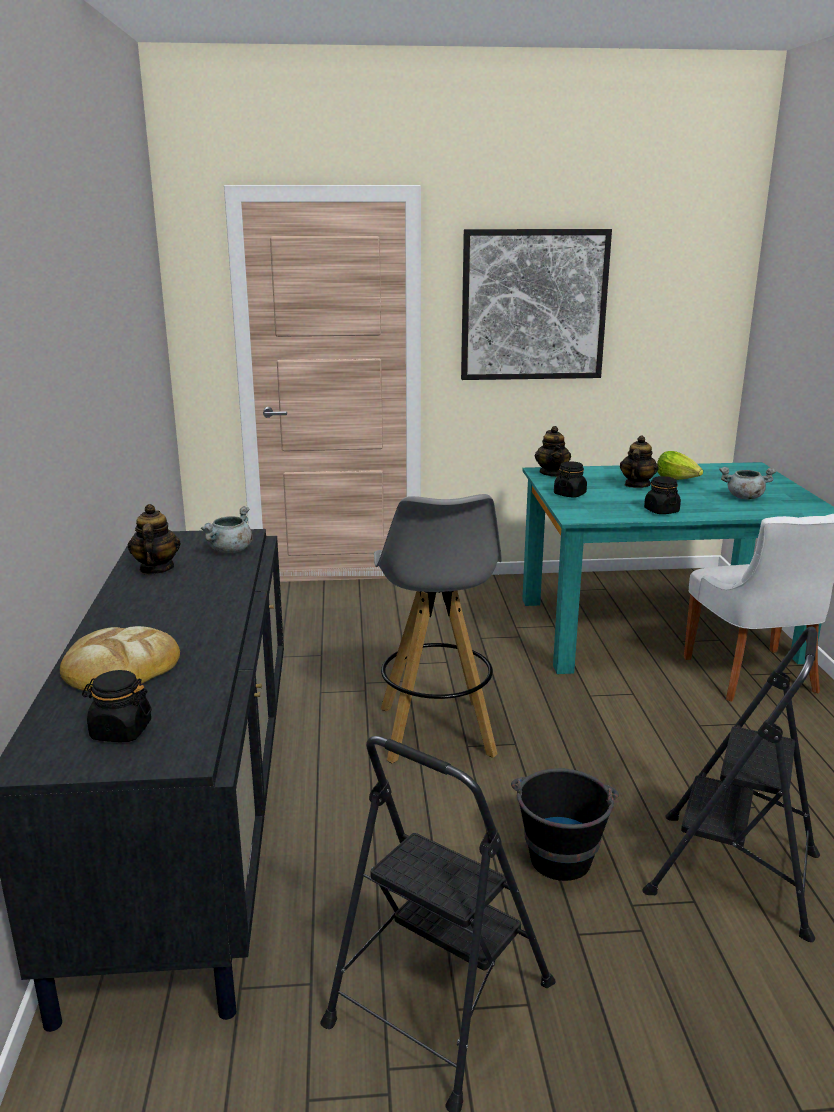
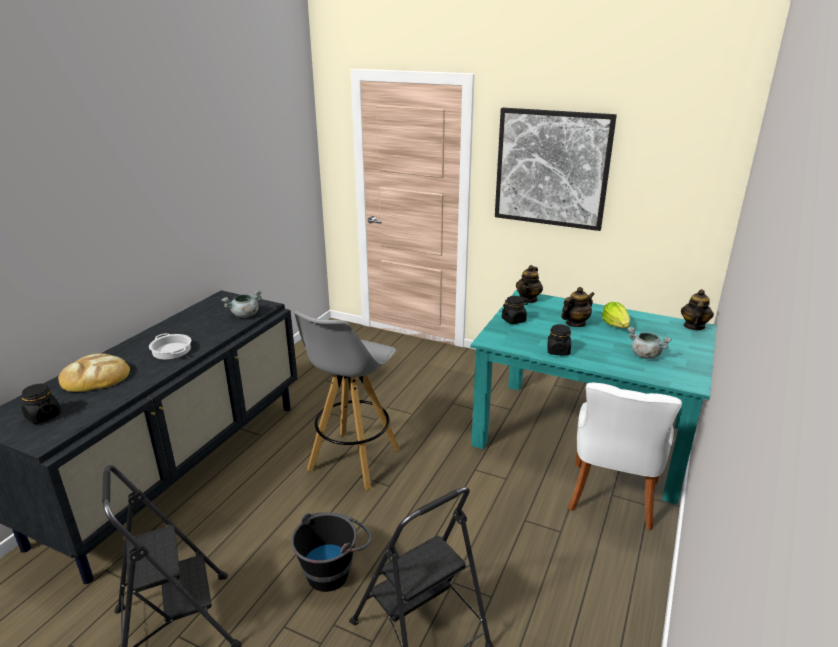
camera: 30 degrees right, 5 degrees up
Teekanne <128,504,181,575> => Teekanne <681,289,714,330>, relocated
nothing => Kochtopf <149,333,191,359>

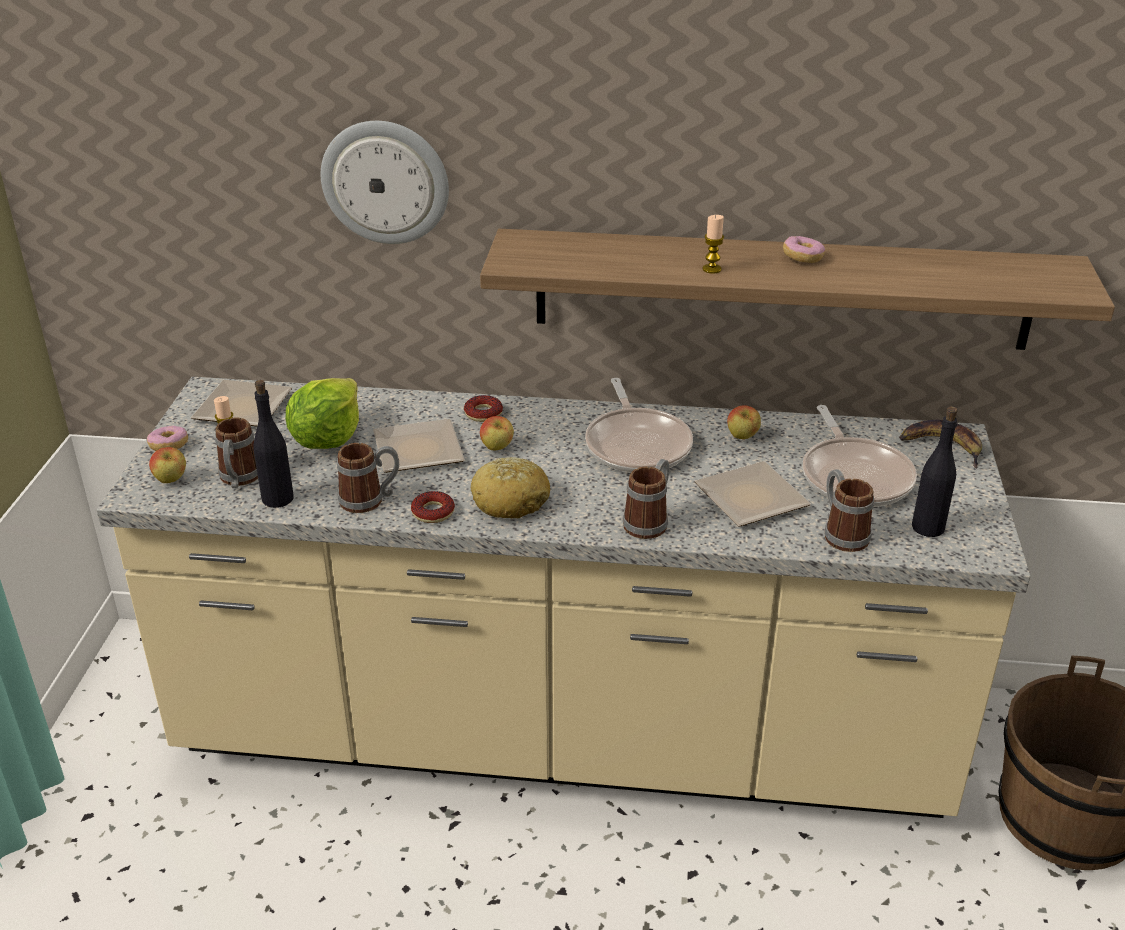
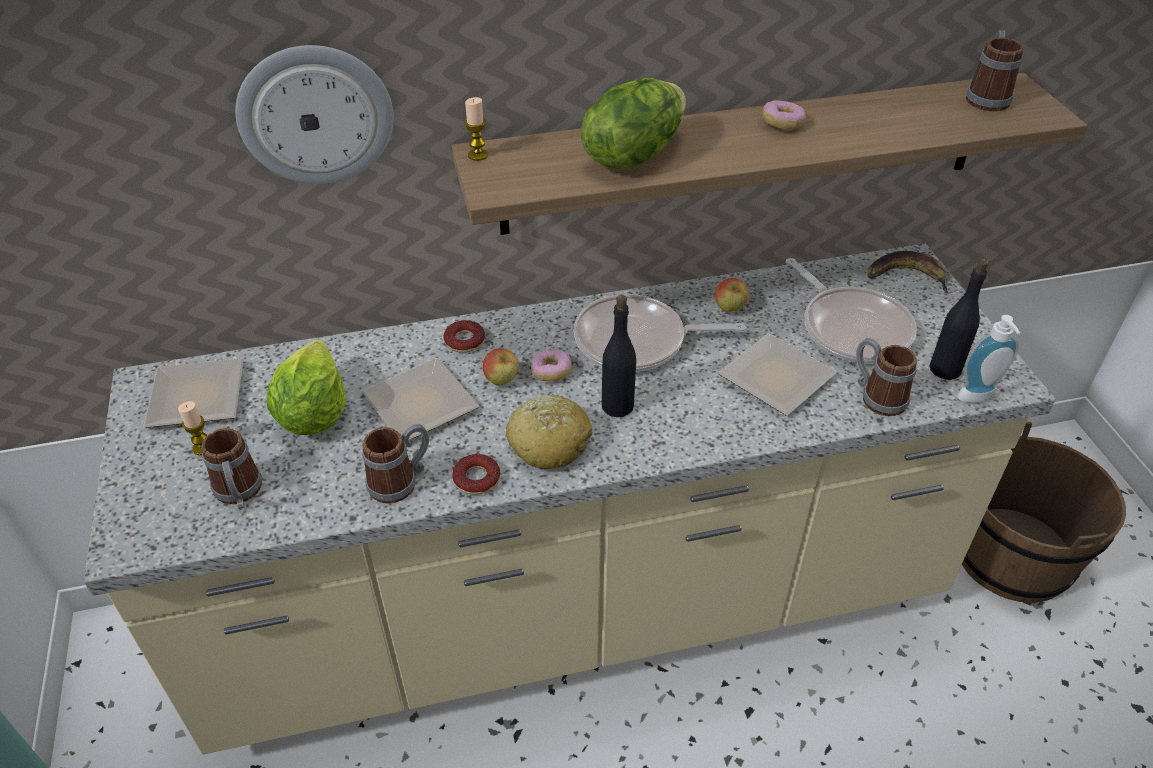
camera: 20 degrees left, 10 degrees up
Donut <147,426,188,451> => Donut <531,350,572,382>, relocated
Apfel <149,447,186,483> => nothing
Flasche [schwarz] <253,380,294,508> => Flasche [schwarz] <602,295,636,417>, relocated
Pfanne <585,378,693,473> => Pfanne <574,294,746,372>, 120 degrees clockwise
Henkelbecher <623,459,669,539> => Henkelbecher <966,30,1024,112>, relocated
Kerze <703,215,724,274> => Kerze <465,97,488,161>, relocated
nothing => Salatkopf <581,78,686,169>
nothing => Seifenspender <957,315,1020,403>

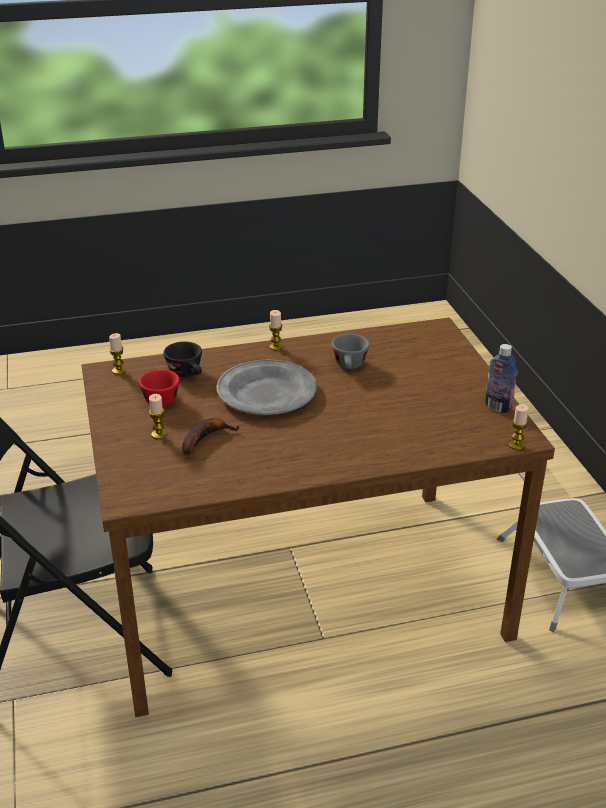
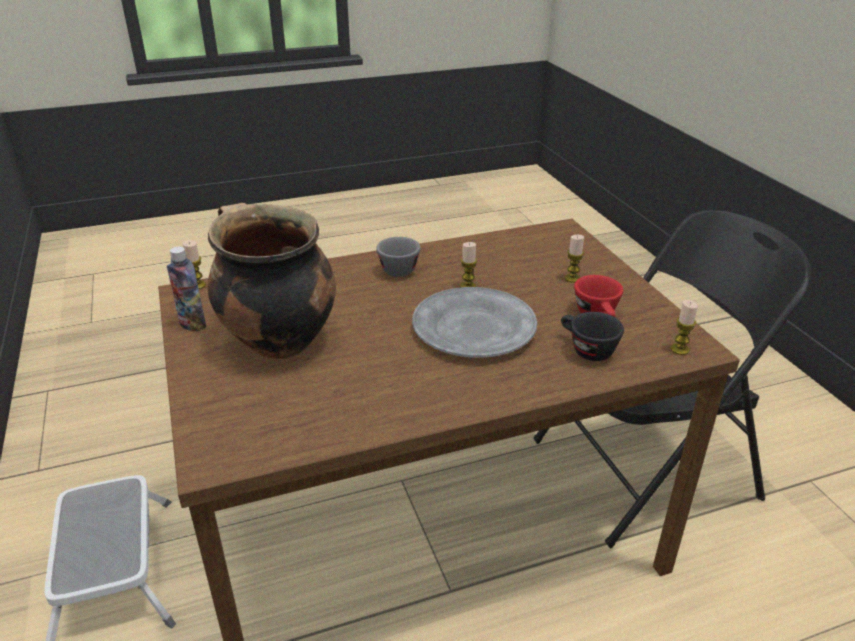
camera: 175 degrees right, 0 degrees up
Banane <182,418,240,455> => nothing
Kerze <269,310,283,350> => Kerze <460,242,477,287>, relocated
Tasse [grau] <332,334,370,369> => Tasse [grau] <376,237,420,277>, relocated
nothing => Kochtopf <207,203,336,359>

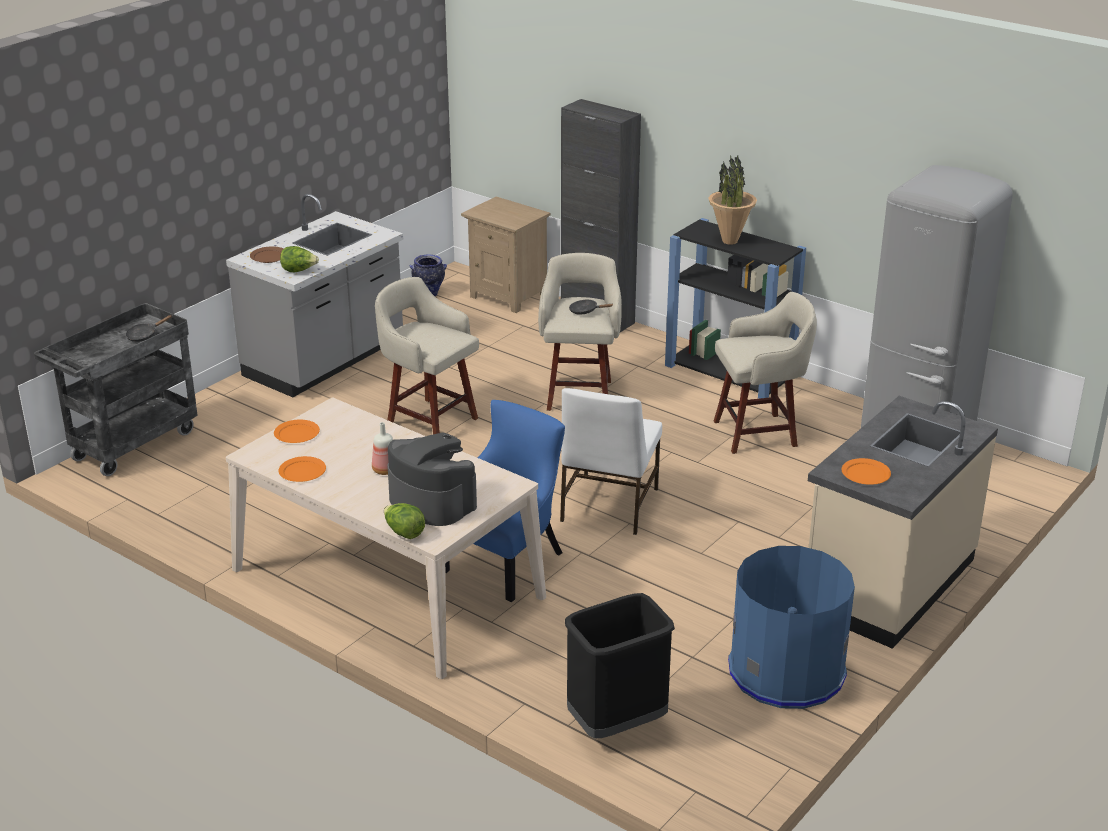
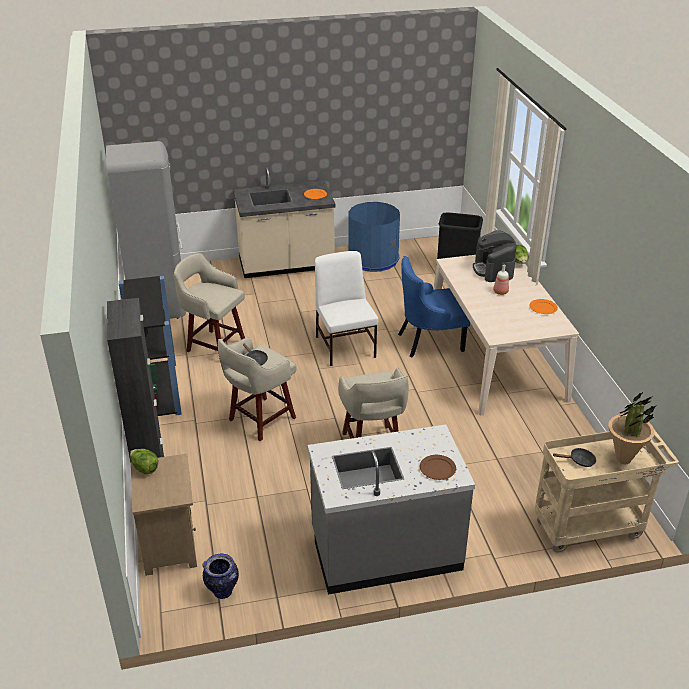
camera: 140 degrees left, 5 degrees up
Rollwagen [schwarz] <34,303,197,476> => Rollwagen [beige] <534,430,679,552>
Teller [orange] <274,420,320,443> => nothing
Salatkopf <280,246,319,272> => Salatkopf <130,449,158,475>, relocated
Stuhl [weiß] <560,388,662,535> => Stuhl [weiß] <315,251,378,366>, 75 degrees counterclockwise
Topfpflanze <708,155,757,245> => Topfpflanze <608,391,657,464>, relocated

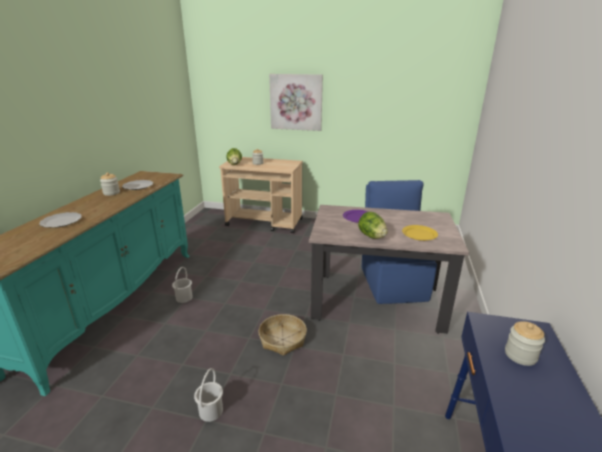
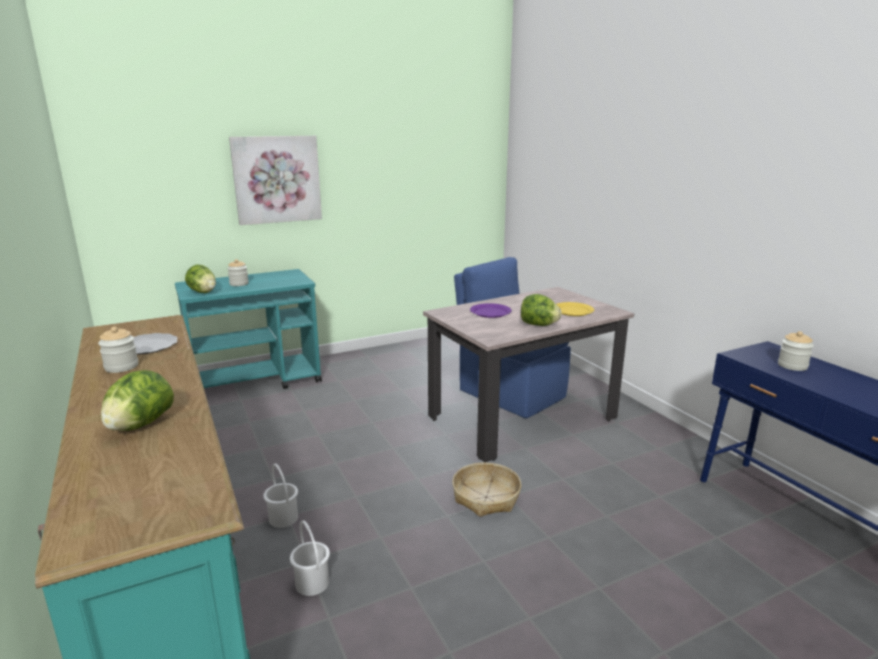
camera: 40 degrees left, 5 degrees down
Teller <39,212,82,228> => Salatkopf <101,370,174,431>
Eimer [weiß] <194,368,223,422> => Eimer [weiß] <290,520,330,596>, relocated
Rollwagen [beige] <219,157,303,233> => Rollwagen [türkis] <175,269,322,389>

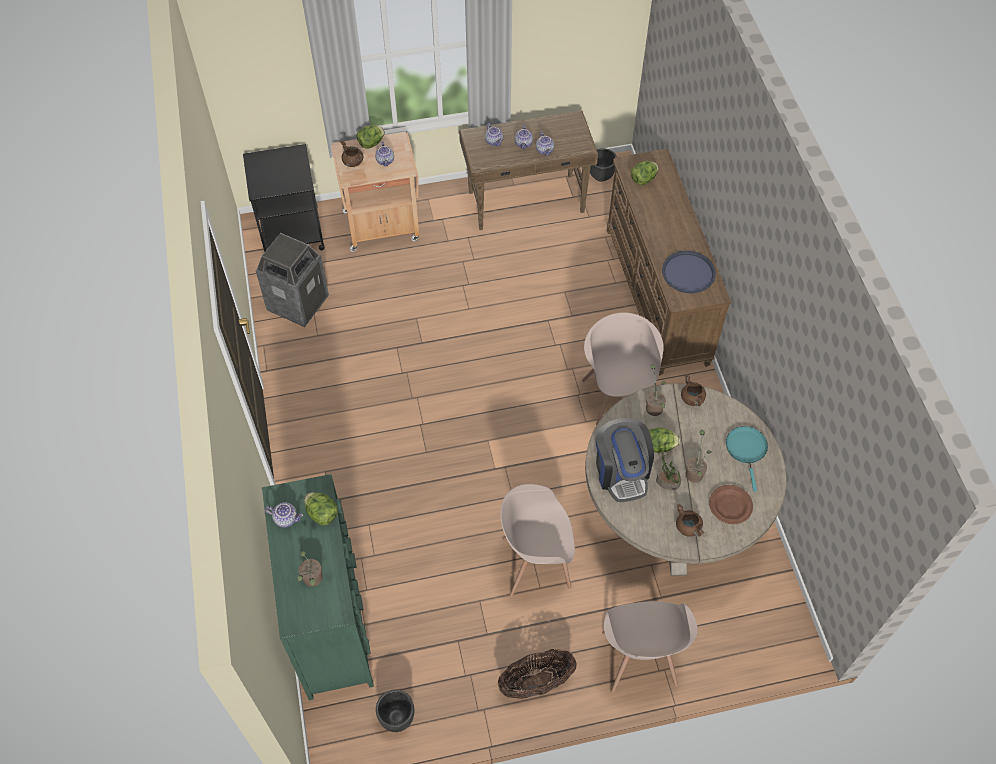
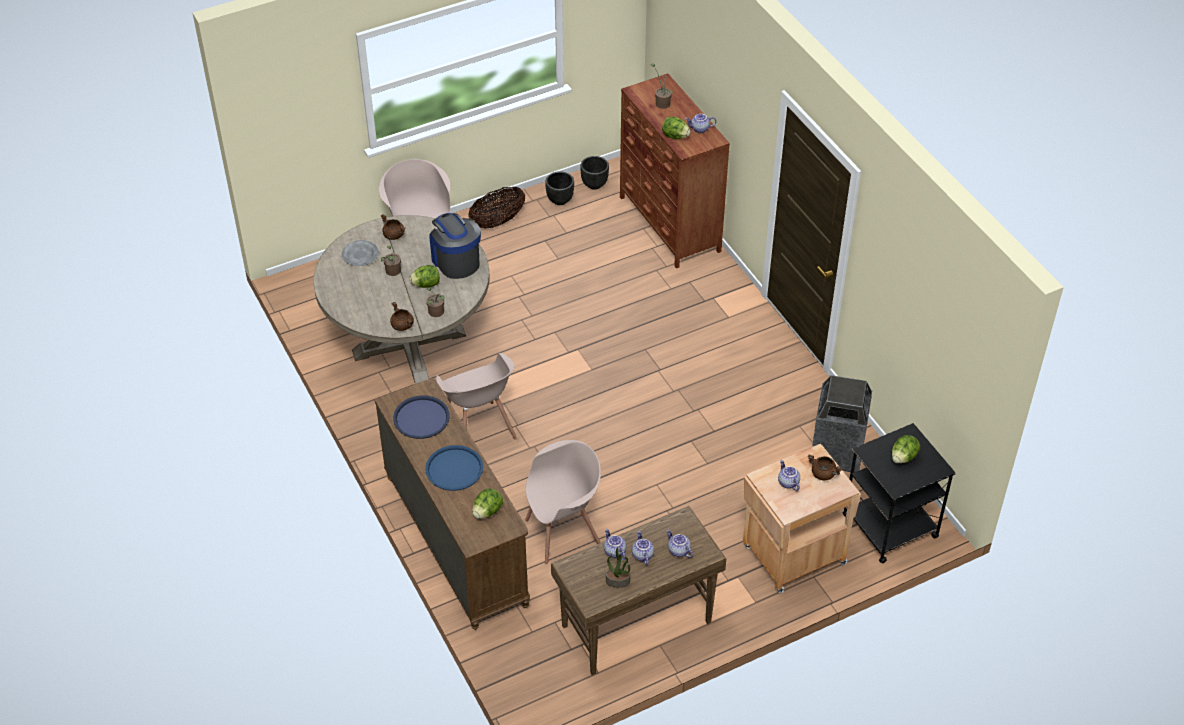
camera: 165 degrees right, 10 degrees down
Kommode [grün] <262,474,374,701> => Kommode [braun] <620,73,730,268>
Salatkopf <357,125,385,148> => Salatkopf <892,435,920,464>, relocated
Stuhl [beige] <500,484,575,596> => Stuhl [beige] <525,440,601,564>, relocated
Pflanzkübel [schwarz] <590,148,617,181> => Pflanzkübel [schwarz] <545,171,574,205>, relocated
Topfpflanze <656,455,682,490> => Topfpflanze <606,547,630,588>, relocated
Teller [braun] <709,485,753,524> => Teller [grau] <342,240,379,266>
Pfanne [türkis] <726,426,768,492> => nothing
nothing => Tablett [blau] <425,445,483,491>

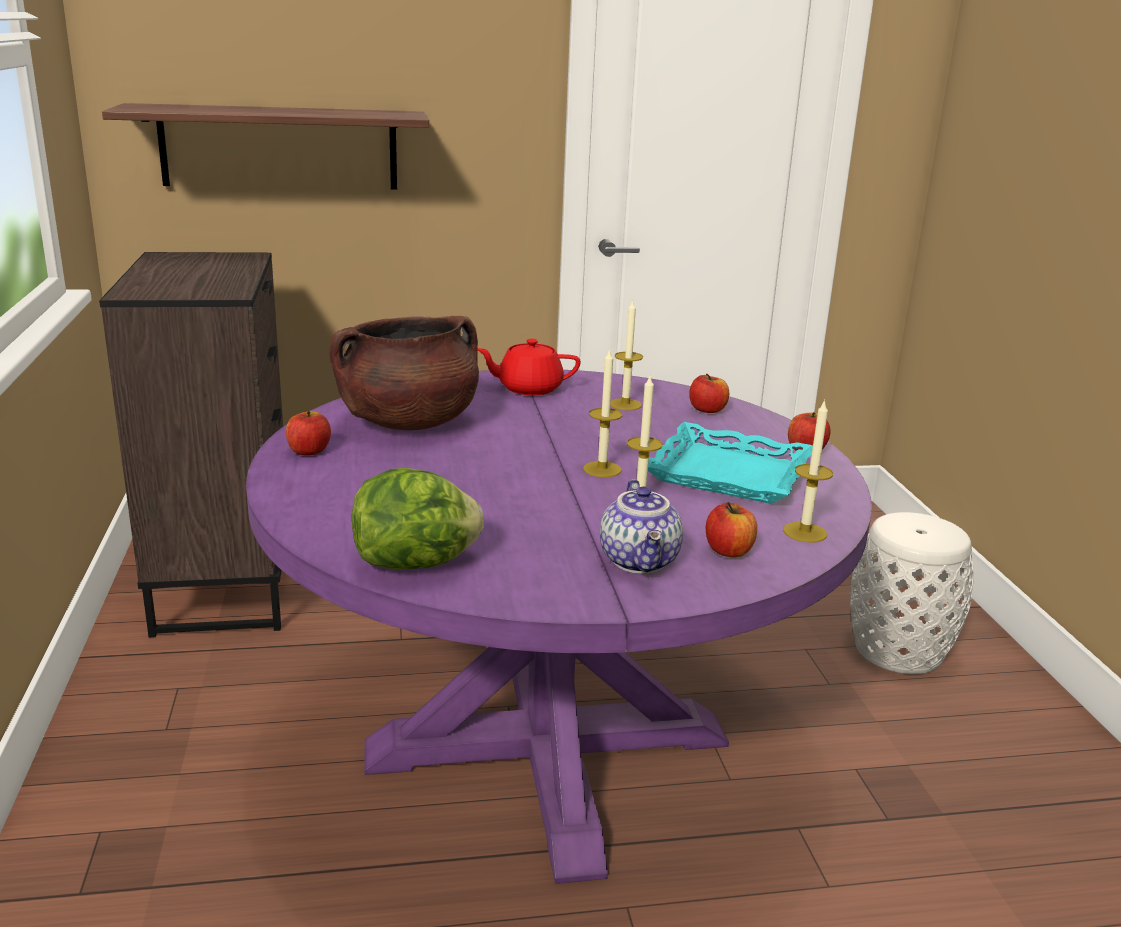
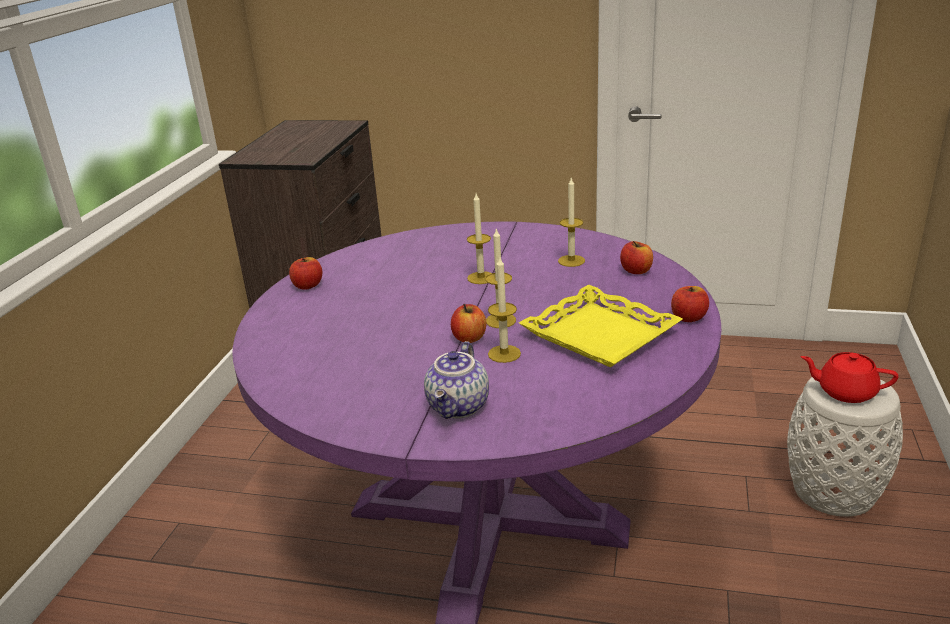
camera: 25 degrees right, 5 degrees up
Wandregal <102,103,429,190> => nothing
Kochtopf [braun] <329,316,479,430> => nothing
Salatkopf <352,468,484,570> => nothing
Teekanne [rot] <478,339,581,395> => Teekanne [rot] <800,352,898,403>, relocated
Tablett [türkis] <648,422,813,504> => Tablett [gelb] <519,284,682,367>
Apfel <706,502,757,557> => Apfel <451,304,487,343>, relocated
Kerze <783,399,833,543> => Kerze <467,194,492,284>, relocated

